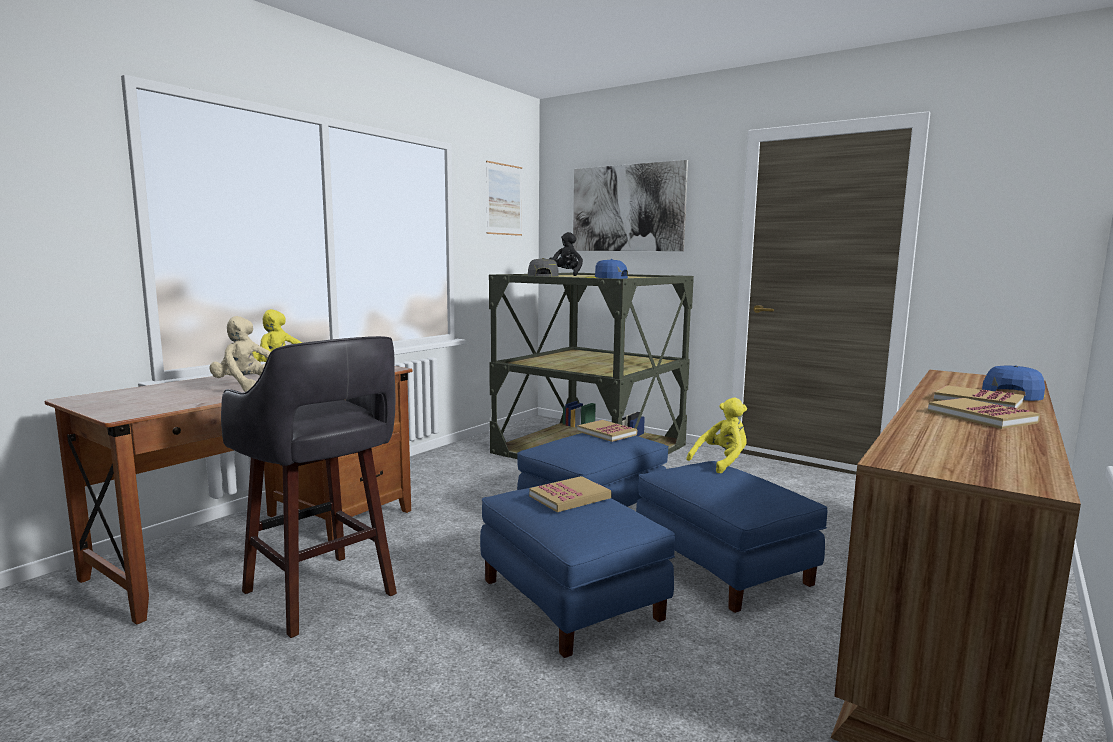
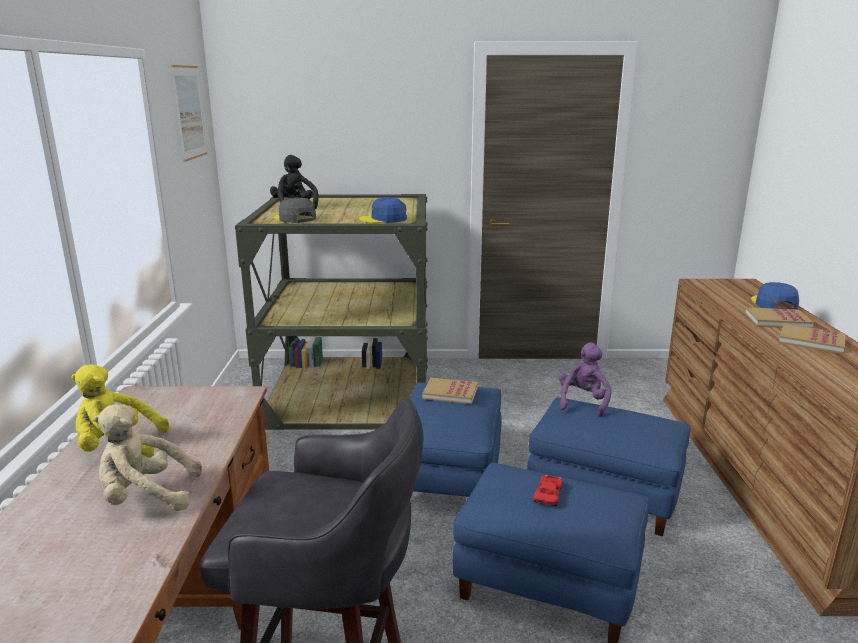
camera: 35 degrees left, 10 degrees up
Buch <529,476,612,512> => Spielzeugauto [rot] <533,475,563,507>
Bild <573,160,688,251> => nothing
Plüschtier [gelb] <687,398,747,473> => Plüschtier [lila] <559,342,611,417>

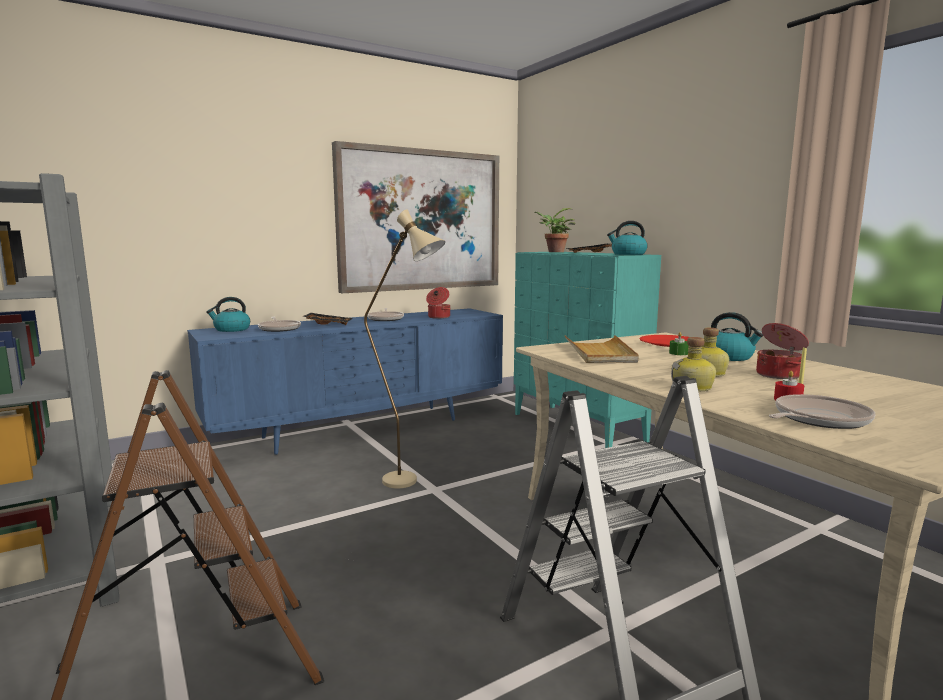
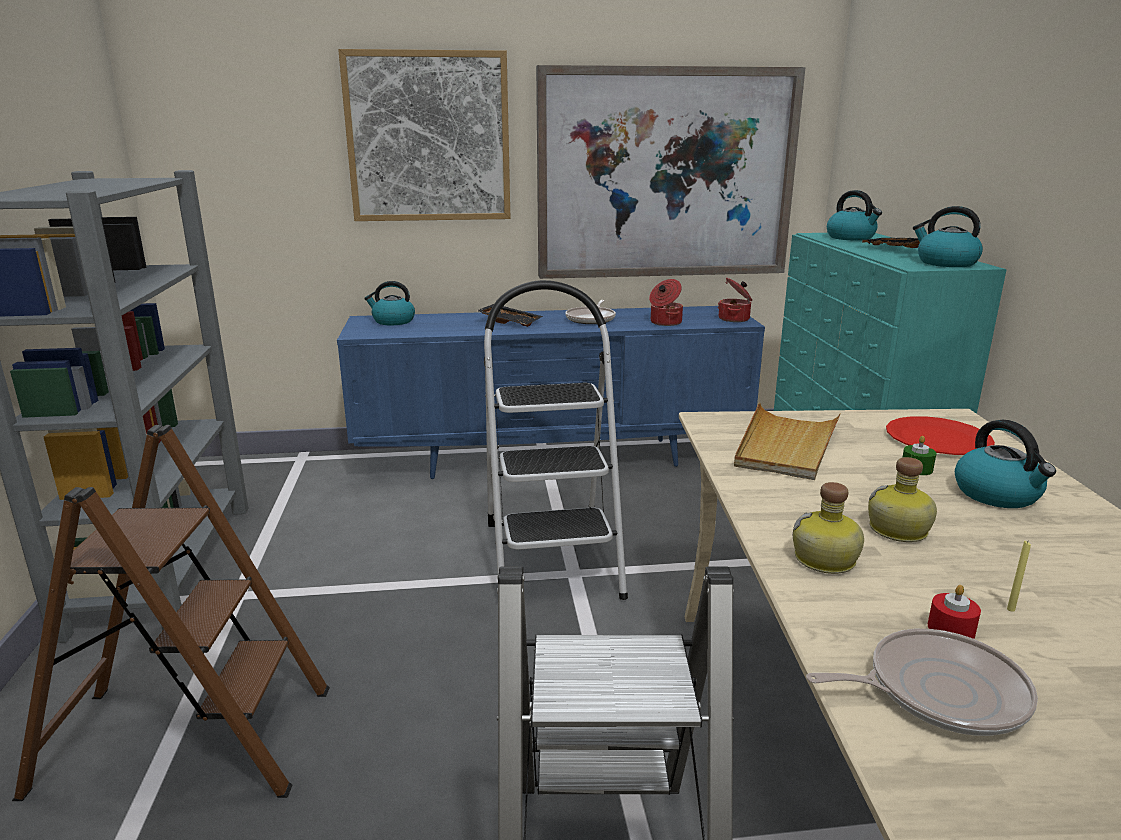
camera: 25 degrees right, 10 degrees up
Pfanne <258,317,301,332> => nothing
Stehlampe [beige] <364,209,445,489> => Trittleiter <484,280,628,600>
Topfpflanze <534,208,576,252> => Wasserkessel <827,190,882,241>
Kochtopf <756,323,809,379> => Kochtopf <718,278,752,322>, relocated
nothing => Bild <338,49,511,221>

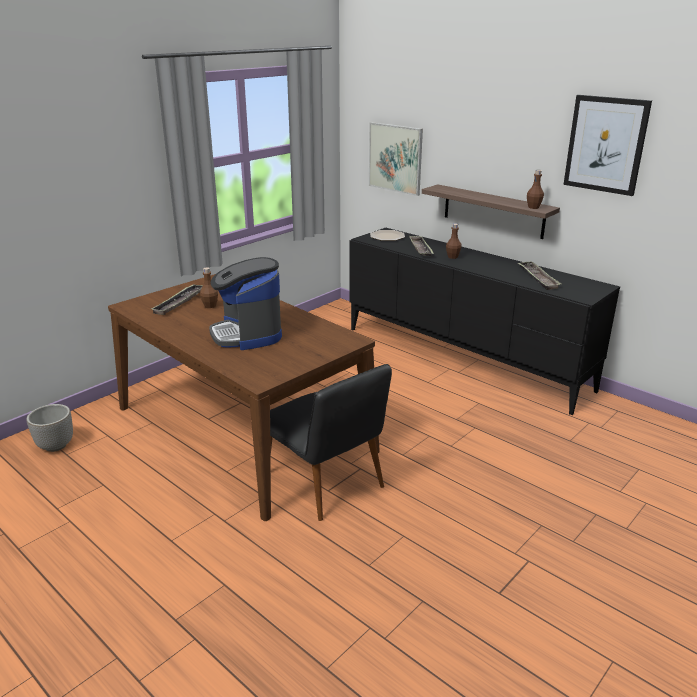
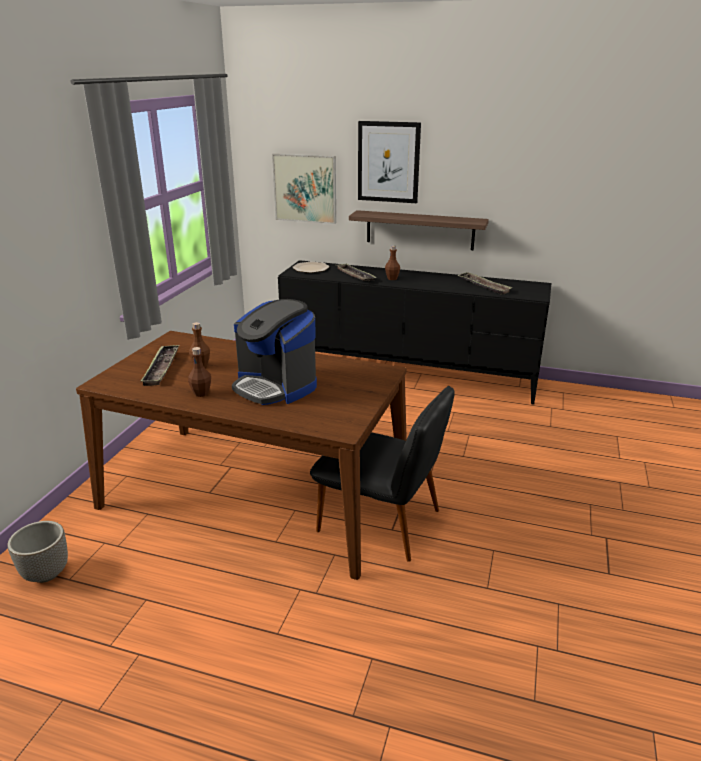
camera: 25 degrees left, 0 degrees up
Flasche [braun] <527,170,544,209> => Flasche [braun] <188,347,211,397>, relocated
Bild <563,95,652,196> => Bild <358,121,421,203>, relocated

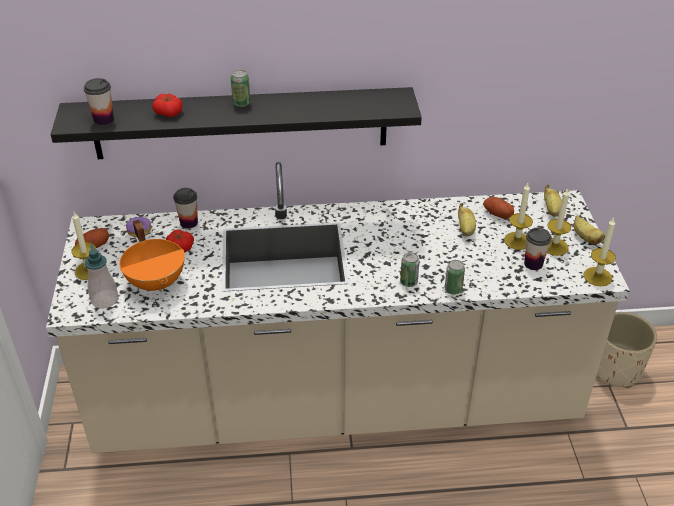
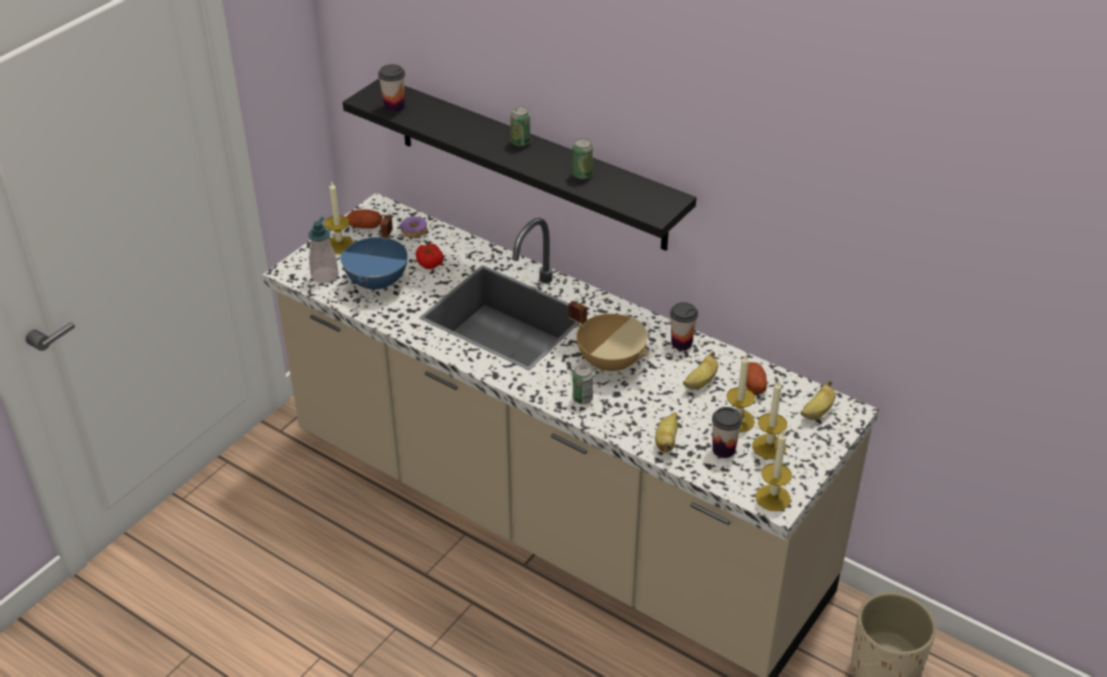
camera: 40 degrees right, 0 degrees up
Kochtopf [orange] <120,220,185,292> => Kochtopf [blau] <341,215,408,292>
Tomate <152,93,183,117> => nothing
Tasse <173,188,198,229> => Tasse <670,302,698,350>, relocated
Dose <445,260,465,295> => Dose <572,138,593,179>, relocated
Banane <573,215,606,244> => Banane <655,412,678,453>, relocated
nothing => Kochtopf [beige] <568,301,650,372>

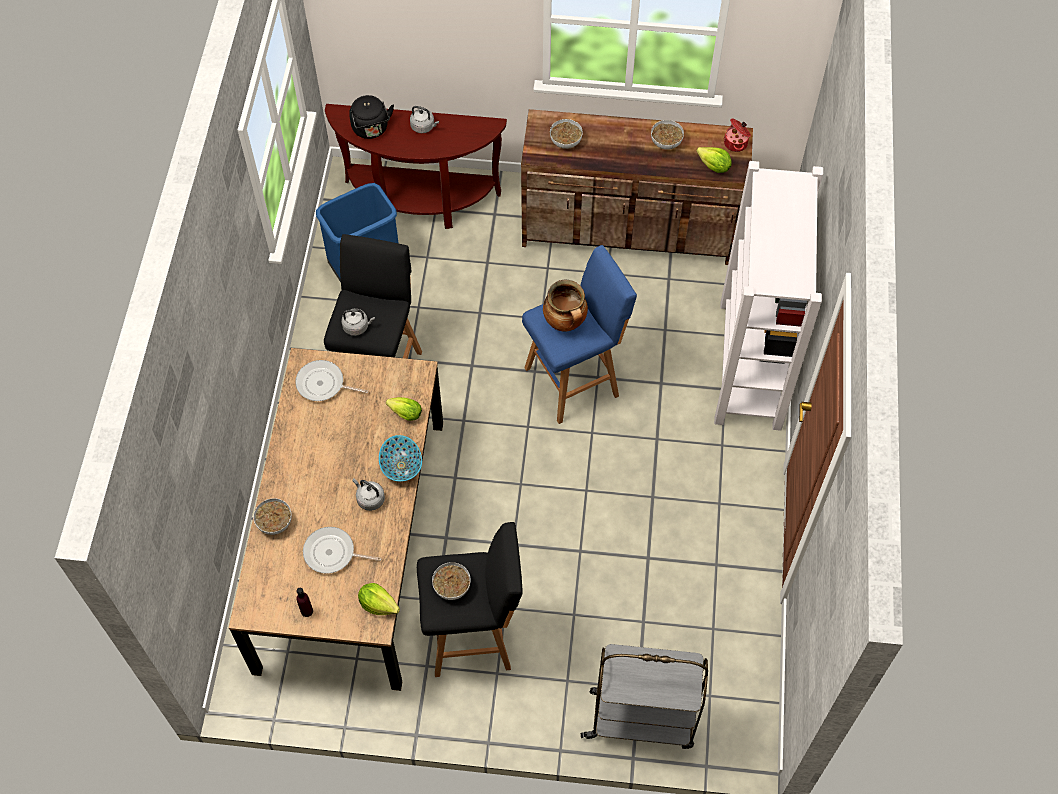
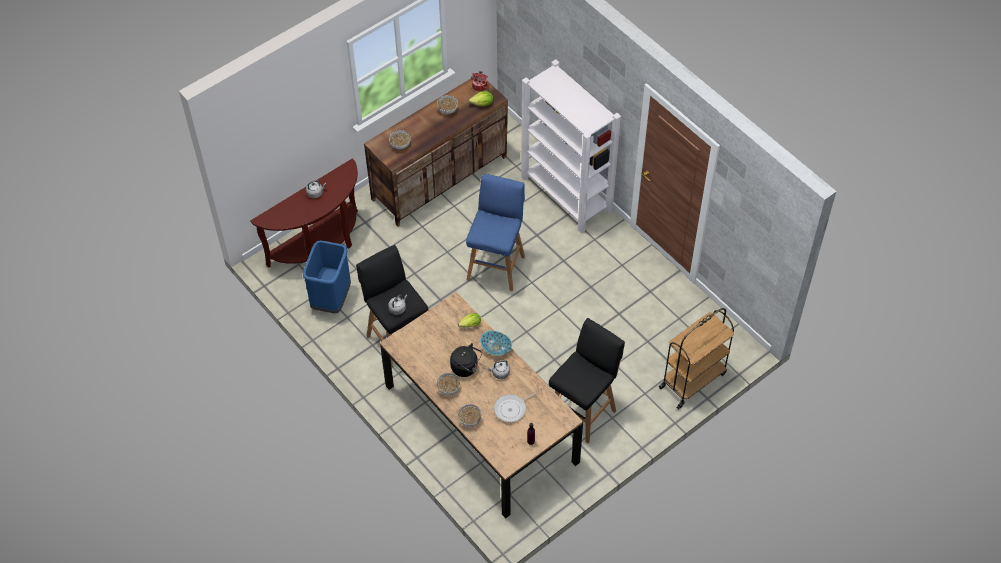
camera: 45 degrees left, 5 degrees down
Pfanne <295,360,368,401> => nothing
Wasserkessel [schwarz] <349,95,394,139> => Wasserkessel [schwarz] <450,343,482,377>, relocated
Salatkopf <358,583,400,615> => nothing
Schüssel <432,562,471,600> => Schüssel <436,373,460,395>, relocated
Kochtopf <543,279,588,332> => nothing
Rollwagen [grau] <581,644,708,749> => Rollwagen [braun] <659,308,734,409>

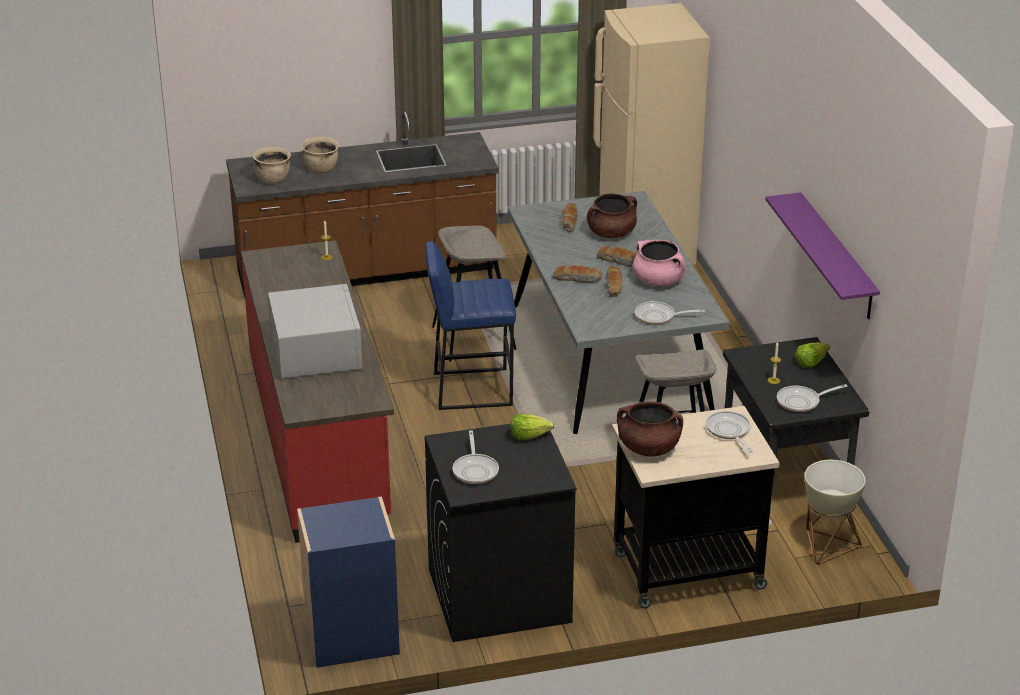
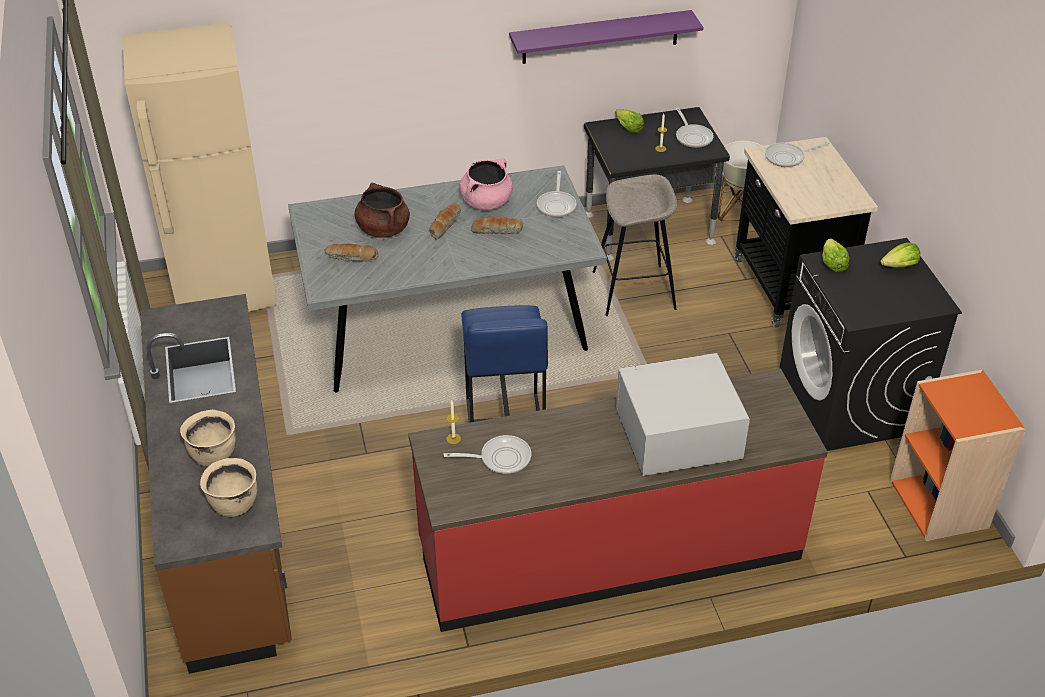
camera: 90 degrees left, 10 degrees up
Bücherregal [blau] <297,496,400,668> => Bücherregal [orange] <890,370,1026,541>
Hocker [grau] <432,225,516,362> => nothing
Pfanne <452,430,499,484> => Pfanne <443,435,531,474>, relocated
Brot <553,265,603,283> => nothing
Kochtopf [braun] <617,401,683,457> => nothing
nothing => Salatkopf <880,243,920,268>

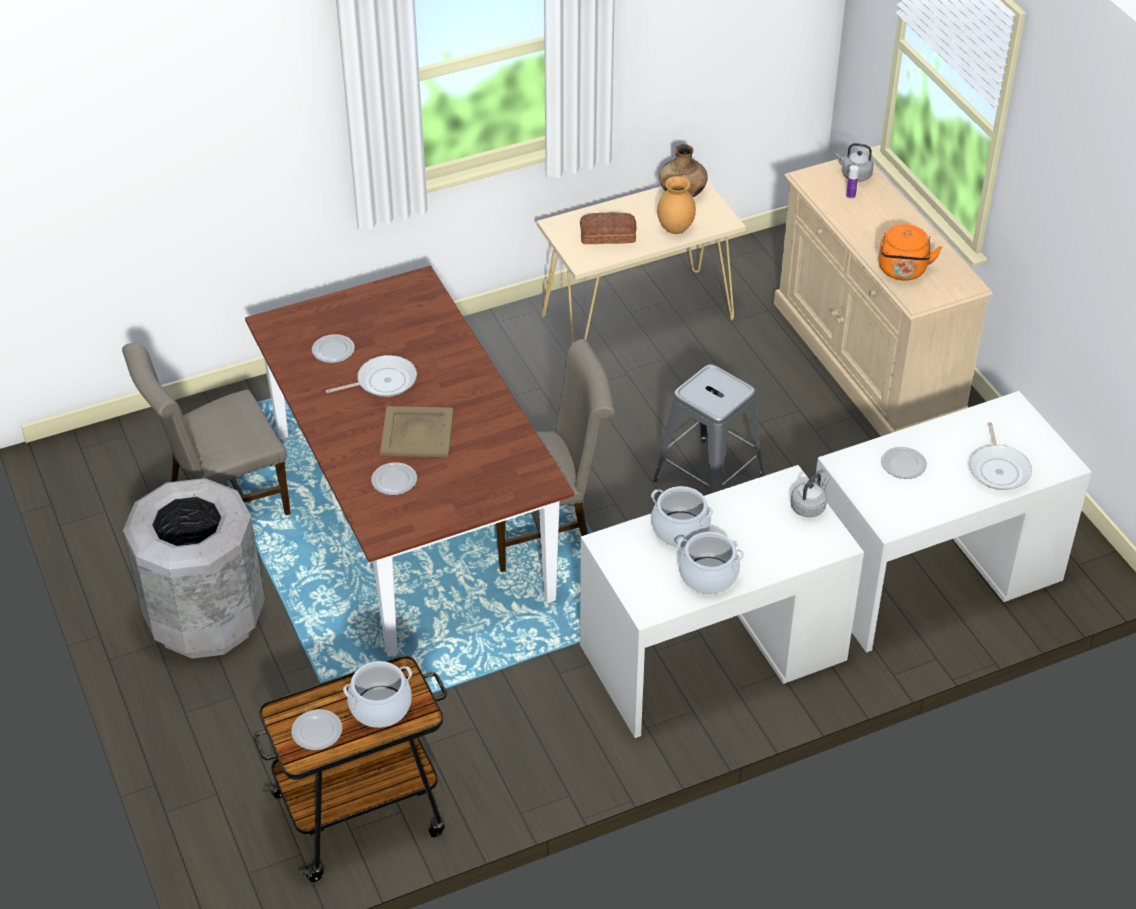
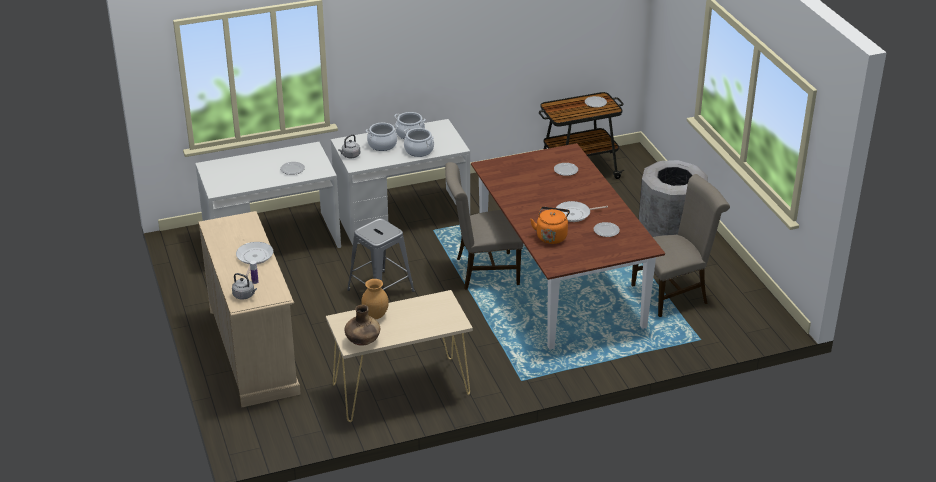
camera: 175 degrees left, 10 degrees down
Kochtopf <343,661,412,728> => Kochtopf <366,123,398,151>, relocated
Tablett [beige] <380,406,453,457> => nothing
Brot <580,212,637,244> => nothing
Wasserkessel [orange] <879,224,942,280> => Wasserkessel [orange] <530,207,570,244>, relocated
Pfanne <969,422,1032,490> => Pfanne <236,242,273,277>, relocated

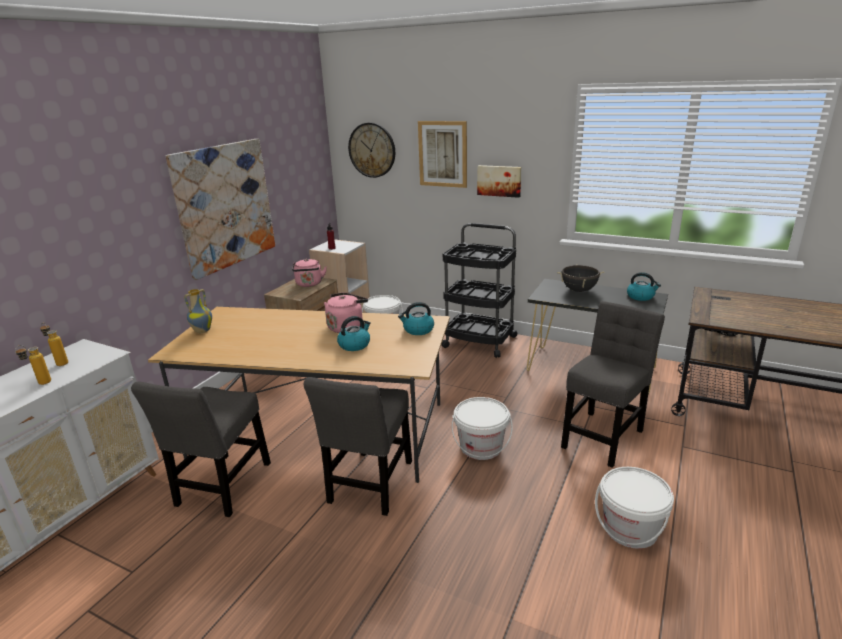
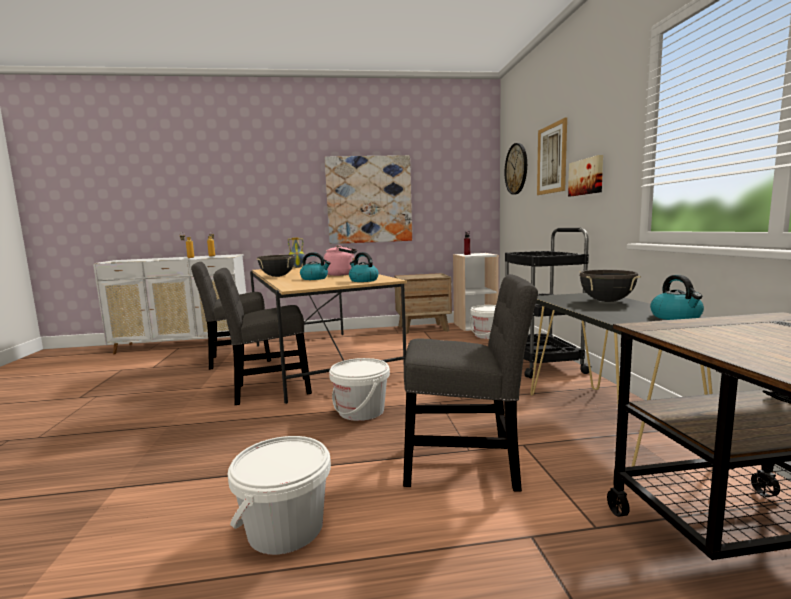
camera: 55 degrees right, 15 degrees down
Wasserkessel [rosa] <292,259,327,287> => nothing
nothing => Kochtopf [schwarz] <257,255,295,277>

